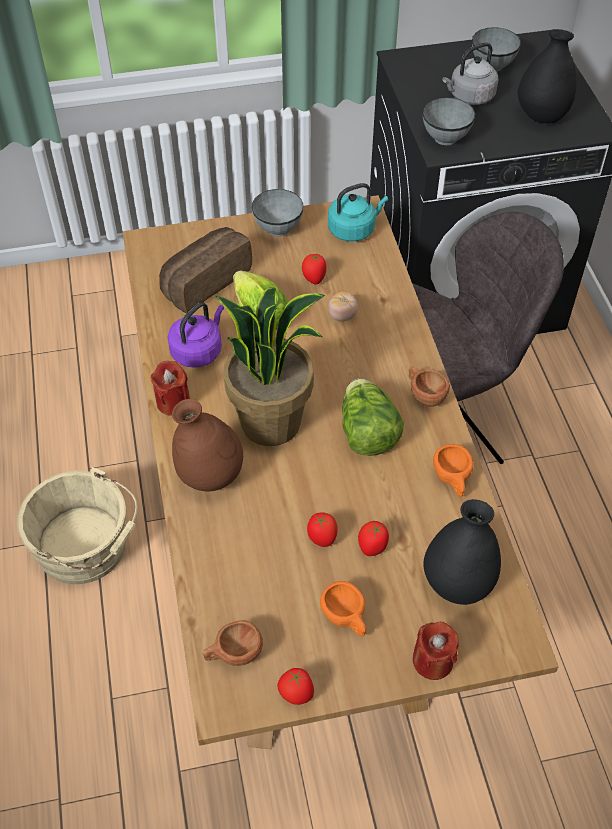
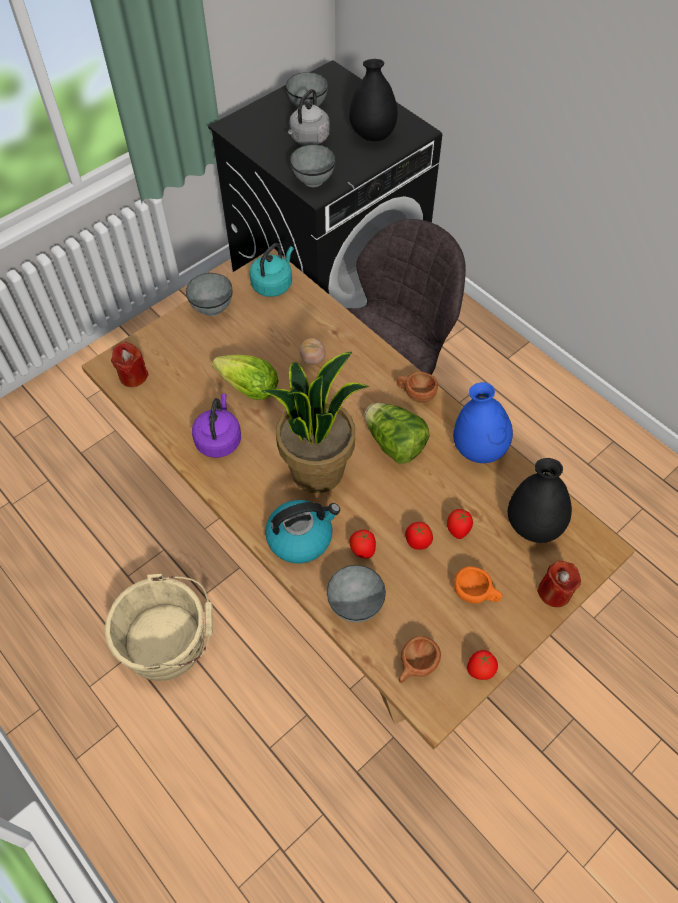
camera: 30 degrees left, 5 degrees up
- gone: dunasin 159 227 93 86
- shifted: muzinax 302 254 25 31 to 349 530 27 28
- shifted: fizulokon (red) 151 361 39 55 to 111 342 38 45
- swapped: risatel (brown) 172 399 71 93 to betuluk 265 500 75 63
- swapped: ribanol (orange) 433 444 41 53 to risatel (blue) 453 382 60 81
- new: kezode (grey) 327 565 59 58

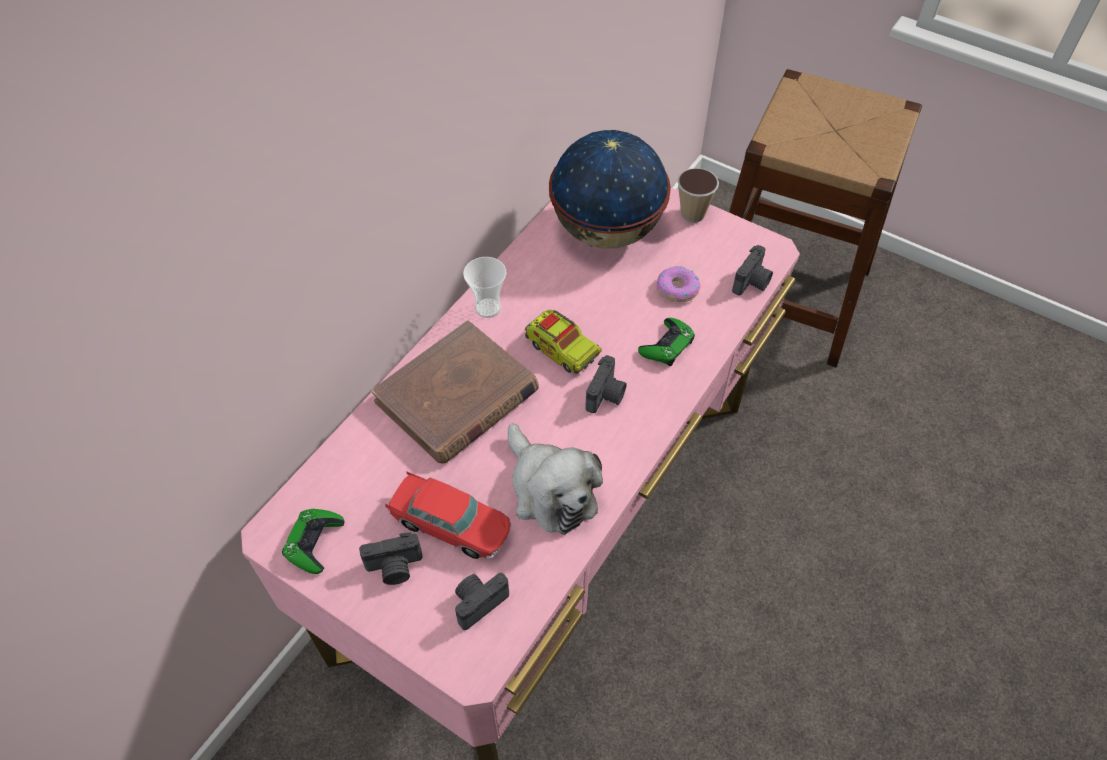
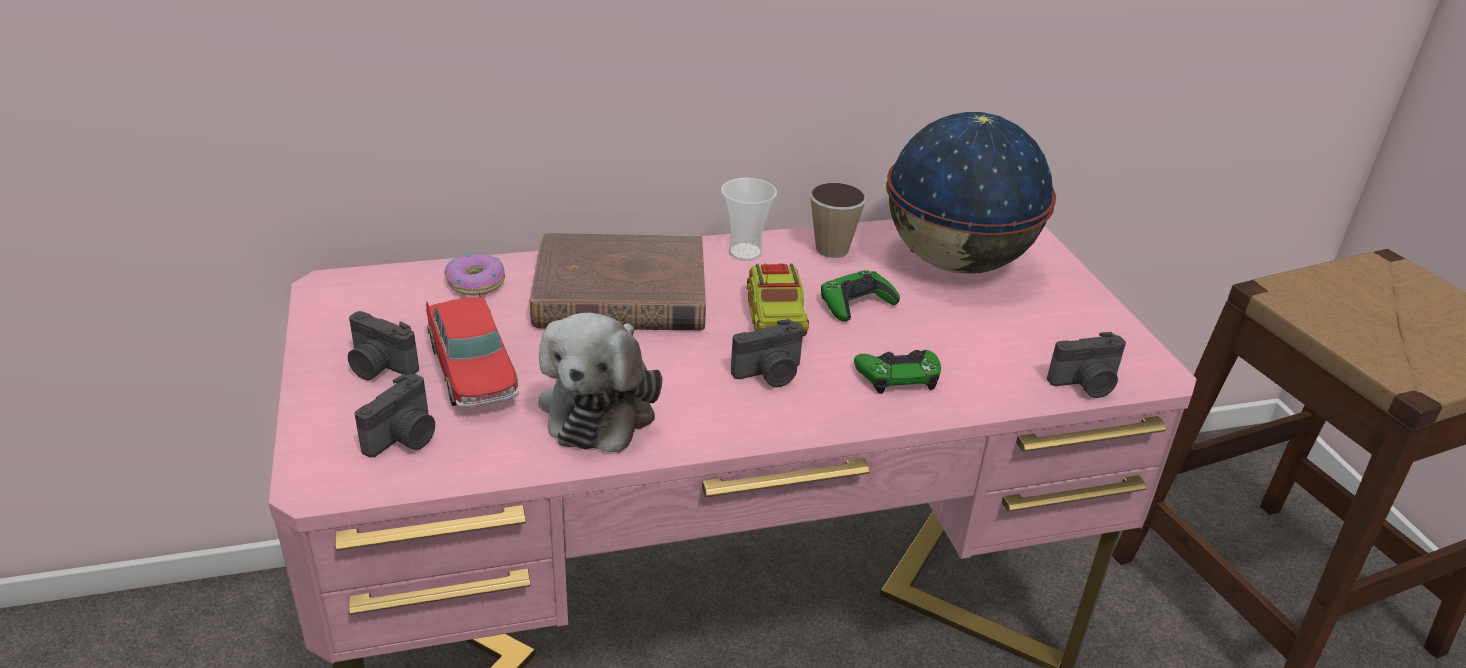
camera: 40 degrees right, 20 degrees down
- shifted: ribanol 677 168 42 55 to 810 183 57 75
- shifted: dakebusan 657 266 44 36 to 444 254 61 42
- shifted: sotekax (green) 282 509 63 65 to 821 270 79 52
- rotated: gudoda 455 573 54 57 = 355 374 80 84 120 degrees clockwise

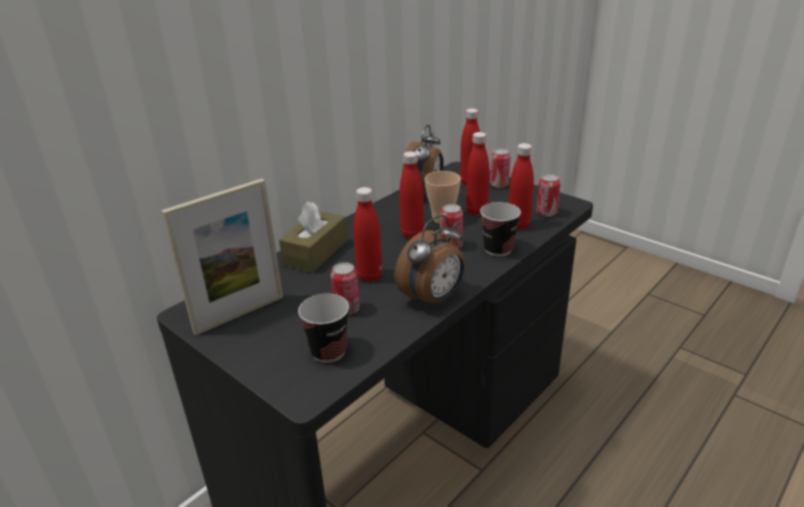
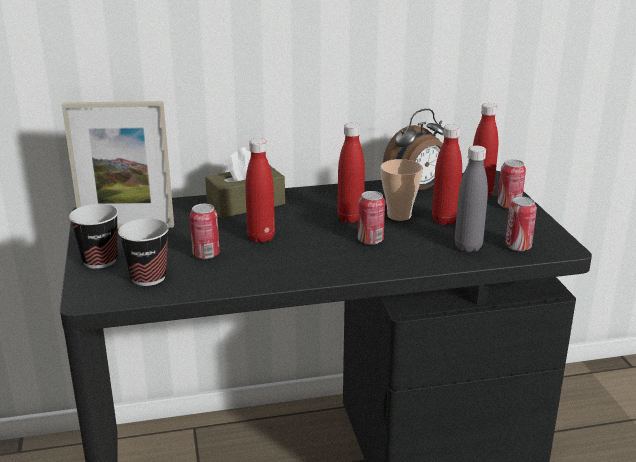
camera: 35 degrees right, 5 degrees down
- repainted: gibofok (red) 509 143 25 87 to gibofok (grey) 455 146 33 106
- shifted: ribanol 480 202 41 54 to 69 204 49 65
- gone: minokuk 395 215 70 93

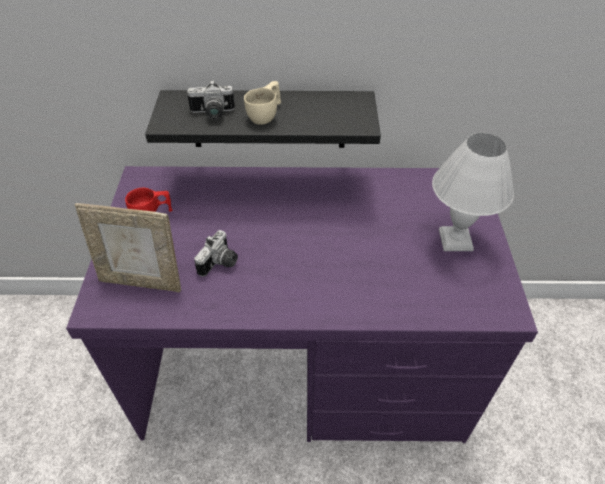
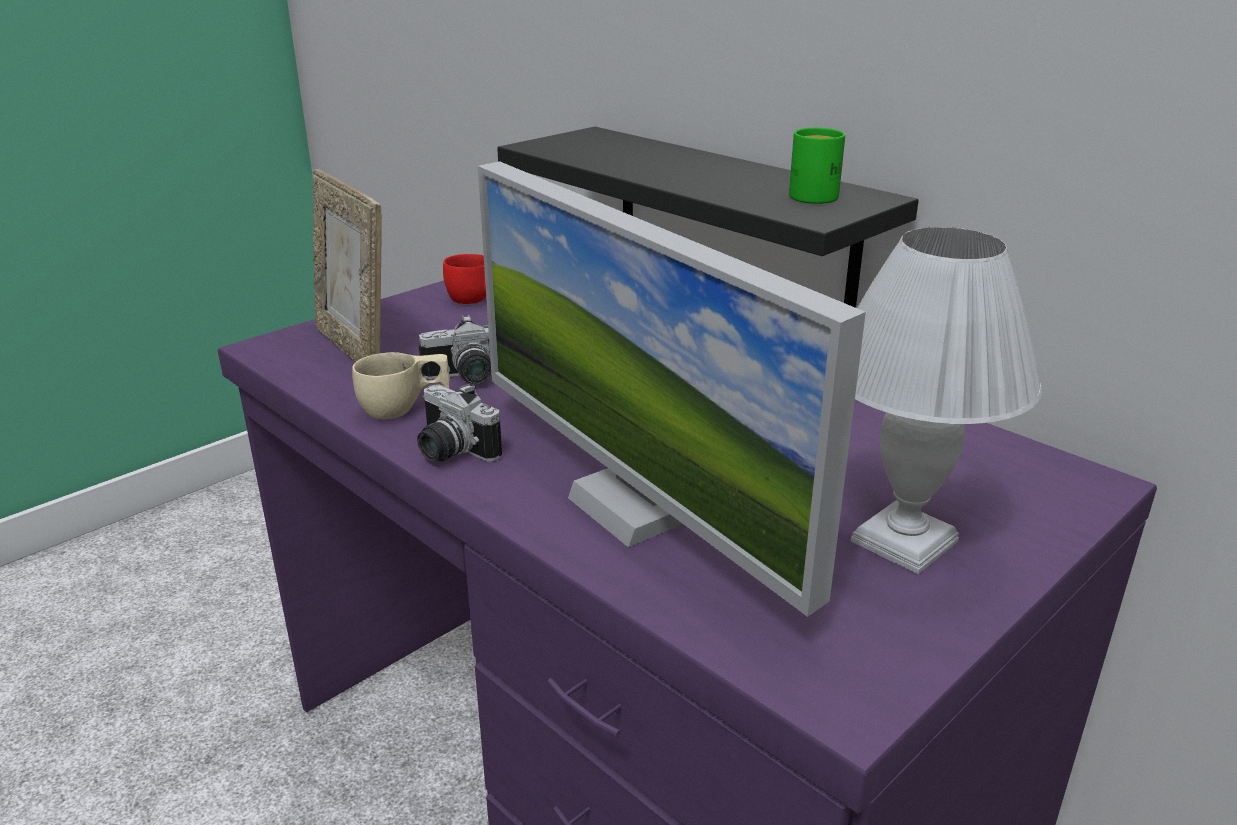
camera: 45 degrees right, 20 degrees down
- shifted: gudoda 187 80 48 40 to 417 384 85 78
- shifted: ribanol (beige) 244 81 37 44 to 352 352 98 67
- new: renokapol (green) 789 128 56 76
- new: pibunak 478 161 388 456

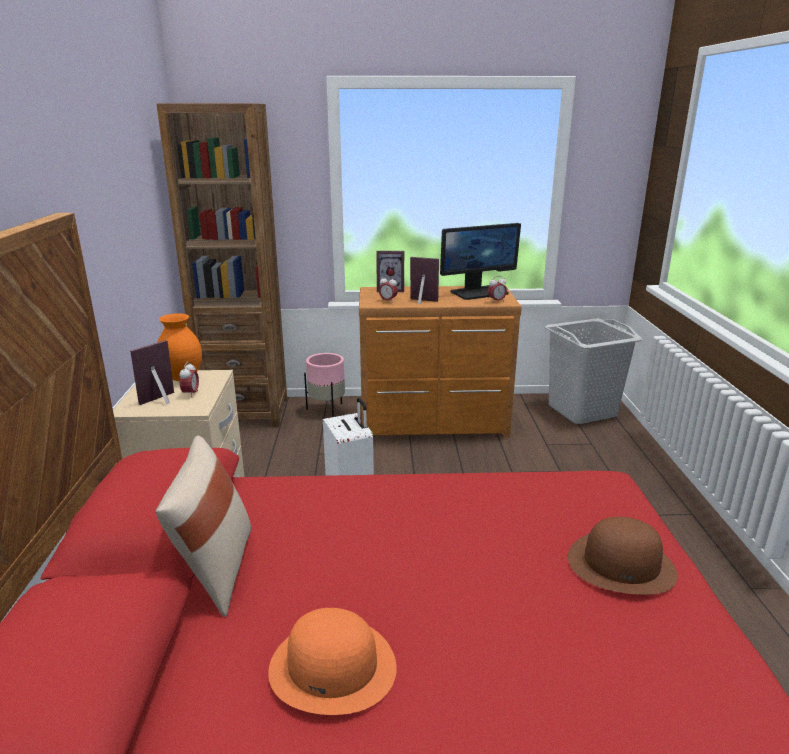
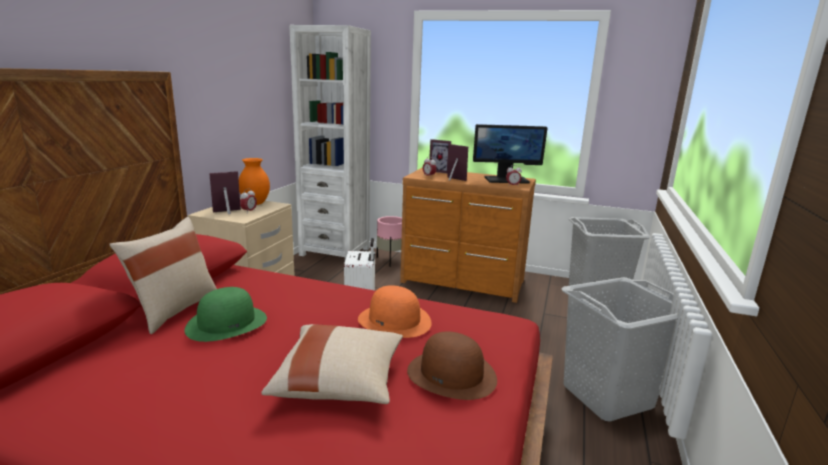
camera: 20 degrees right, 5 degrees down
- repainted: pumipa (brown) 156 103 131 324 to pumipa (white) 289 25 82 235
- shifted: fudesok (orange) 268 608 129 107 to 358 285 74 53
- new: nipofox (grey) 561 277 117 145
- new: fudesok (green) 184 287 83 55
- new: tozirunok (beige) 261 324 142 80

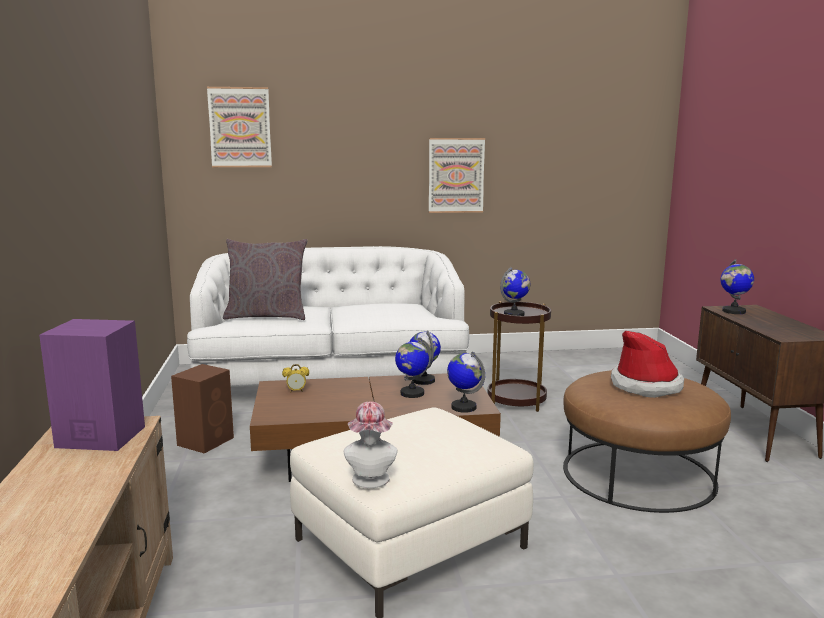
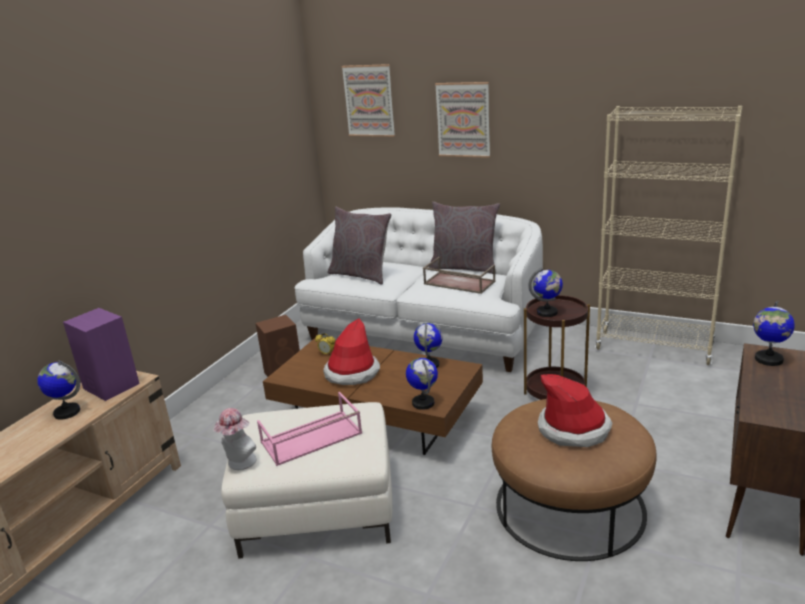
camera: 35 degrees right, 10 degrees up
- shifted: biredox 429 138 56 75 to 435 82 55 76
- shifted: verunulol 395 337 36 61 to 37 360 43 60
- new: pumipa (beige) 595 106 148 259
- new: tozirunok (grey) 429 202 71 72
- new: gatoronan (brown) 423 257 73 37
- new: fudesok 323 318 57 67
- new: gatoronan (pink) 257 392 105 74

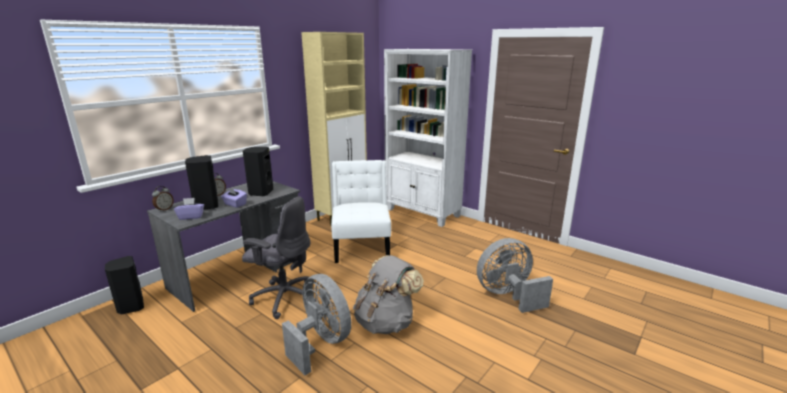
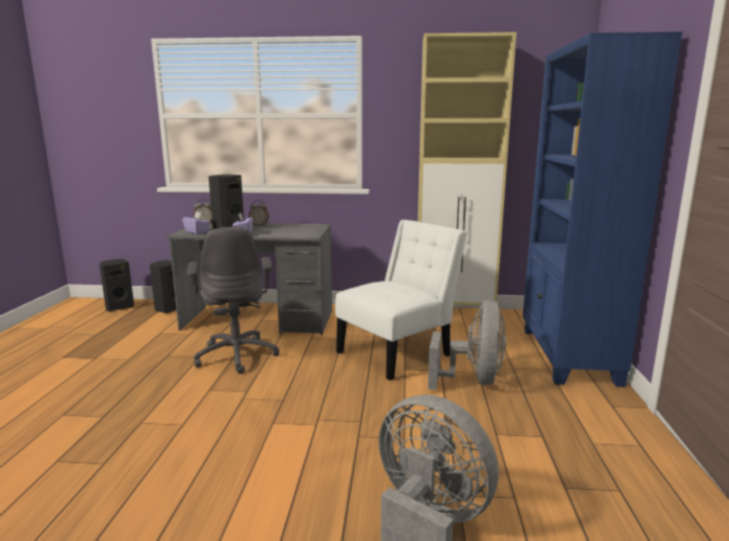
camera: 55 degrees right, 5 degrees down
- repainted: pumipa (white) 384 49 88 178 to pumipa (blue) 523 32 160 355
- shifted: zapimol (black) 243 147 30 49 to 100 259 34 52
- gone: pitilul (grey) 353 255 71 79
- shifted: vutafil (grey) 282 274 69 101 to 428 300 78 90

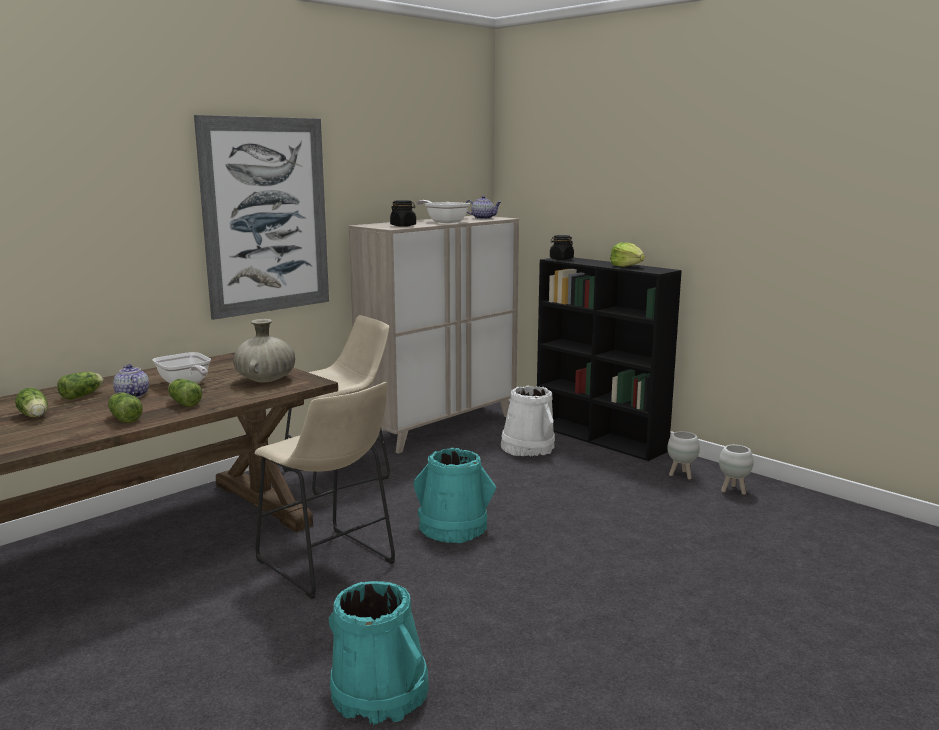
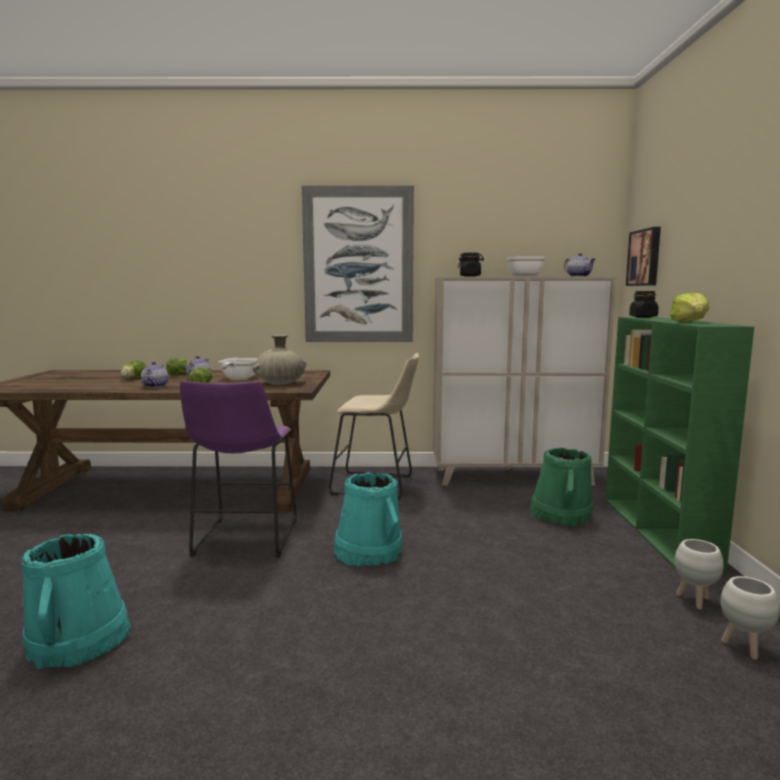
camera: 45 degrees right, 5 degrees down
- repainted: pumipa (black) 537 258 145 203 to pumipa (green) 605 317 149 254
- repainted: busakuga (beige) 254 382 141 217 to busakuga (purple) 180 381 117 176
- repainted: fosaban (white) 501 386 54 70 to fosaban (green) 530 448 63 78
- swapped: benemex 108 393 35 30 to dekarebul 141 362 27 26
- new: biredox 626 227 35 59

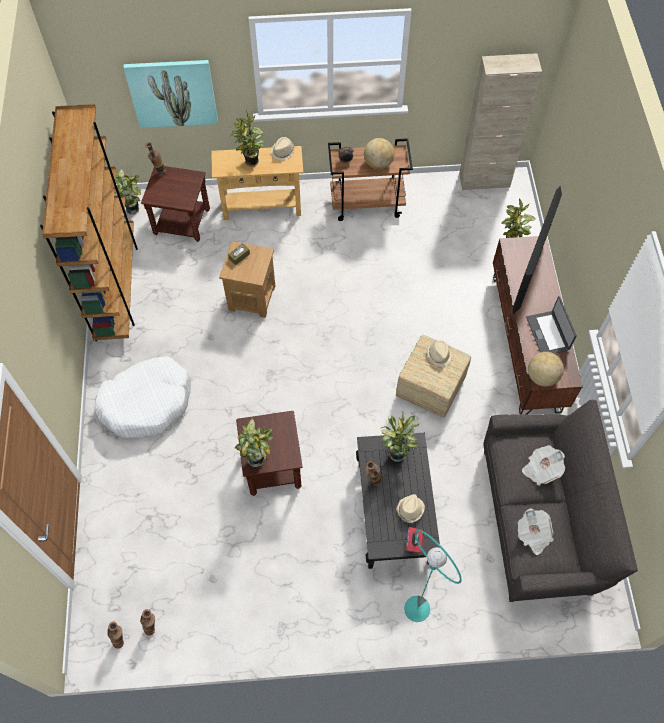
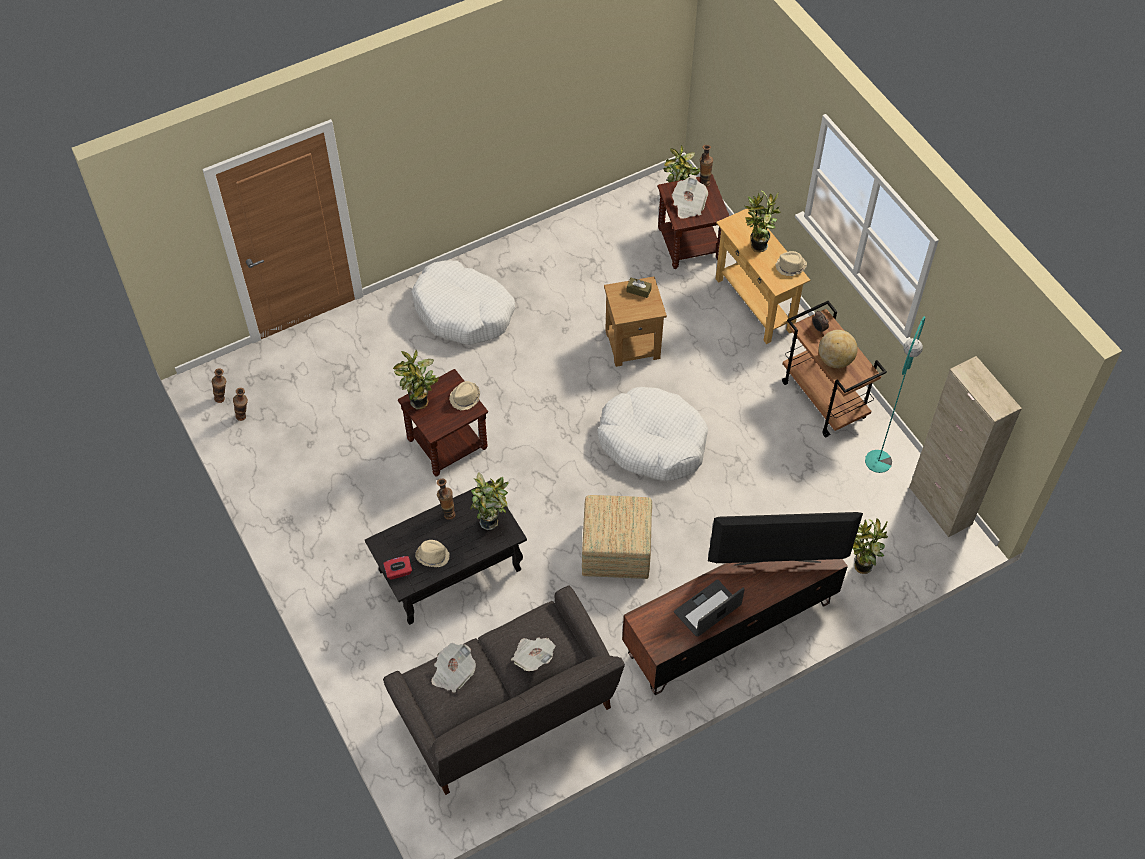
camera: 65 degrees right, 5 degrees down
- gone: biredox 123 60 95 68
- gone: pumipa (brown) 40 104 98 237
- shifted: fudesok (beige) 427 340 25 27 to 449 381 31 29
- gone: verunulol 528 352 36 35
- shifted: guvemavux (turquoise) 404 530 58 92 to 865 316 60 157
- new: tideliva 672 177 36 42
- new: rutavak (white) 597 387 111 94

